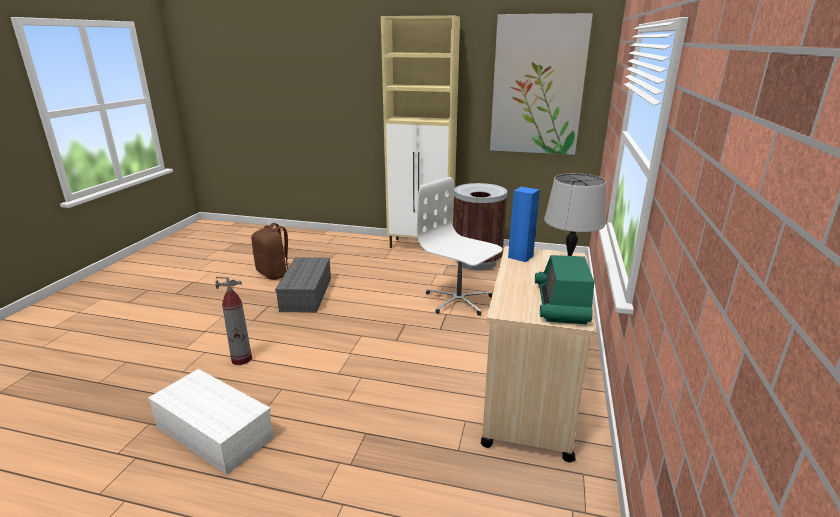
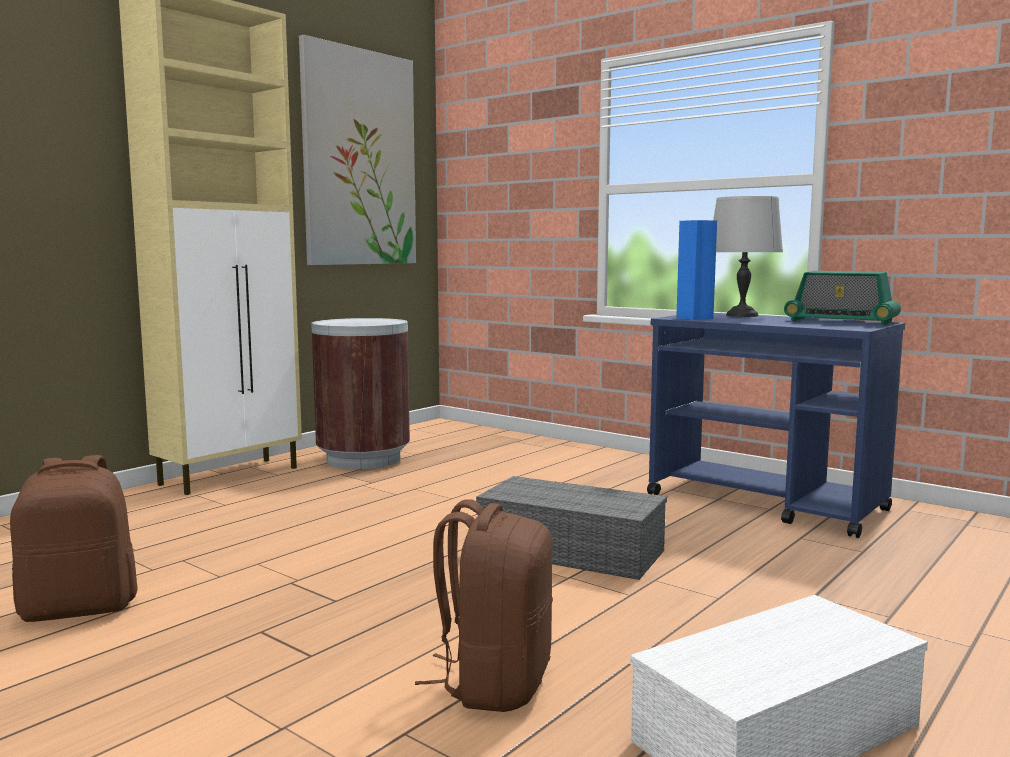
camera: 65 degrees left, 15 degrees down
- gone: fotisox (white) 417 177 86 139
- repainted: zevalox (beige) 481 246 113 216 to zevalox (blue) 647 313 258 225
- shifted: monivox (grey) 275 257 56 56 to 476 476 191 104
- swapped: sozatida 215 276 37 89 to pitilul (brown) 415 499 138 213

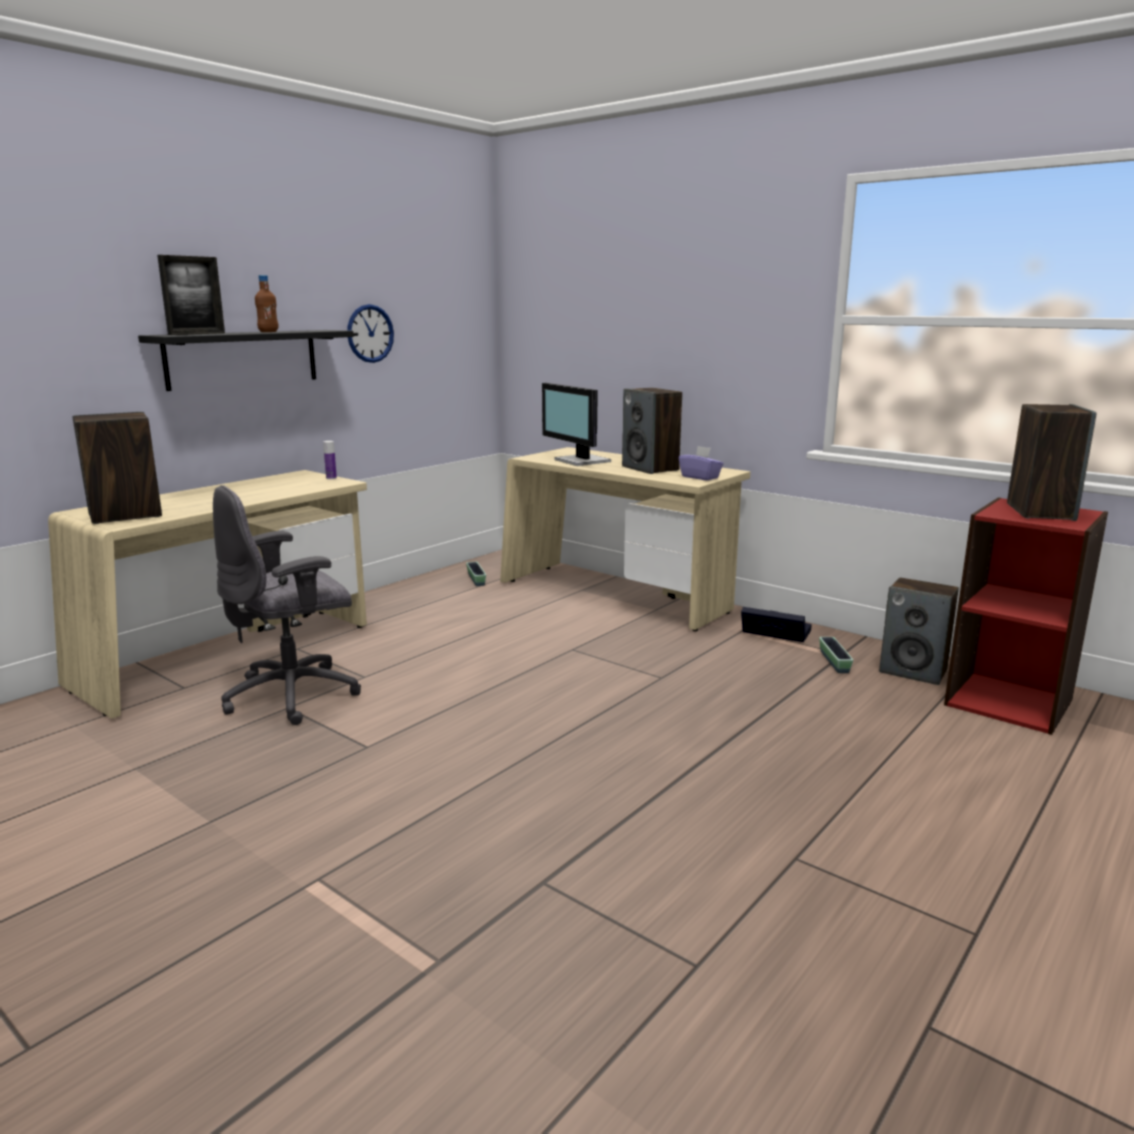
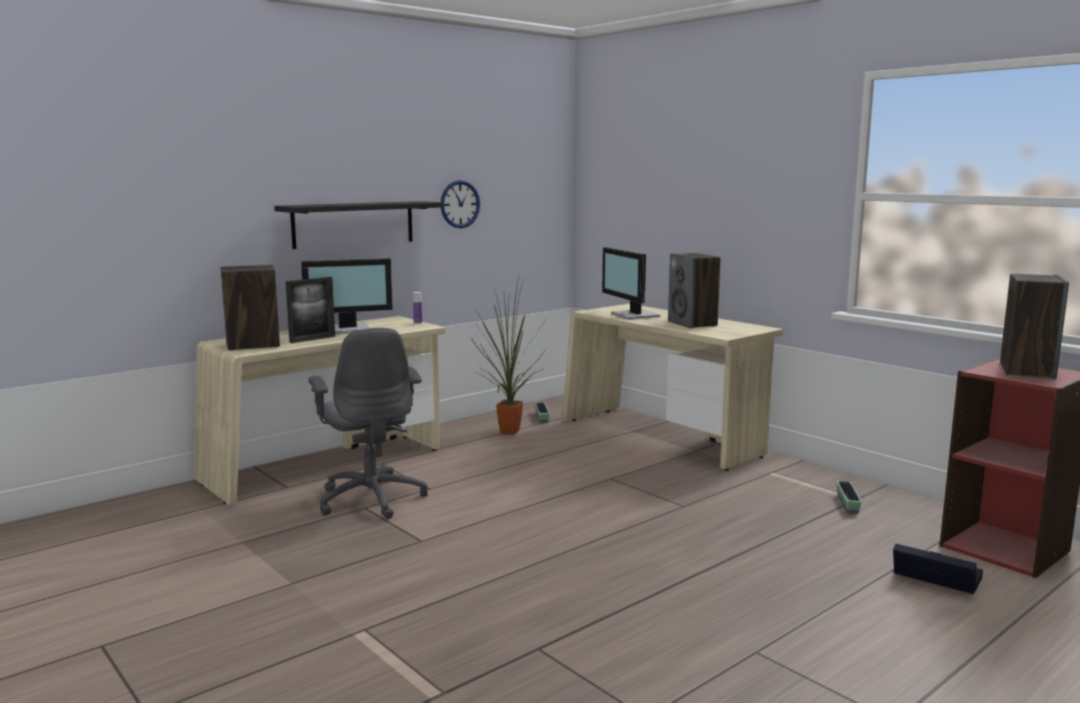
camera: 10 degrees right, 5 degrees down
- shifted: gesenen 157 255 68 80 to 286 277 49 66
- gone: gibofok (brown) 255 275 24 57
- gone: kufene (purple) 679 446 44 34
- rotated: fotisox (grey) 213 485 148 240 = 308 328 120 191 90 degrees counterclockwise
- gone: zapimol 879 578 80 107
- shifted: monivox (black) 741 607 71 35 to 893 544 90 50
- new: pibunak 301 258 92 76
- new: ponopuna 471 277 75 158

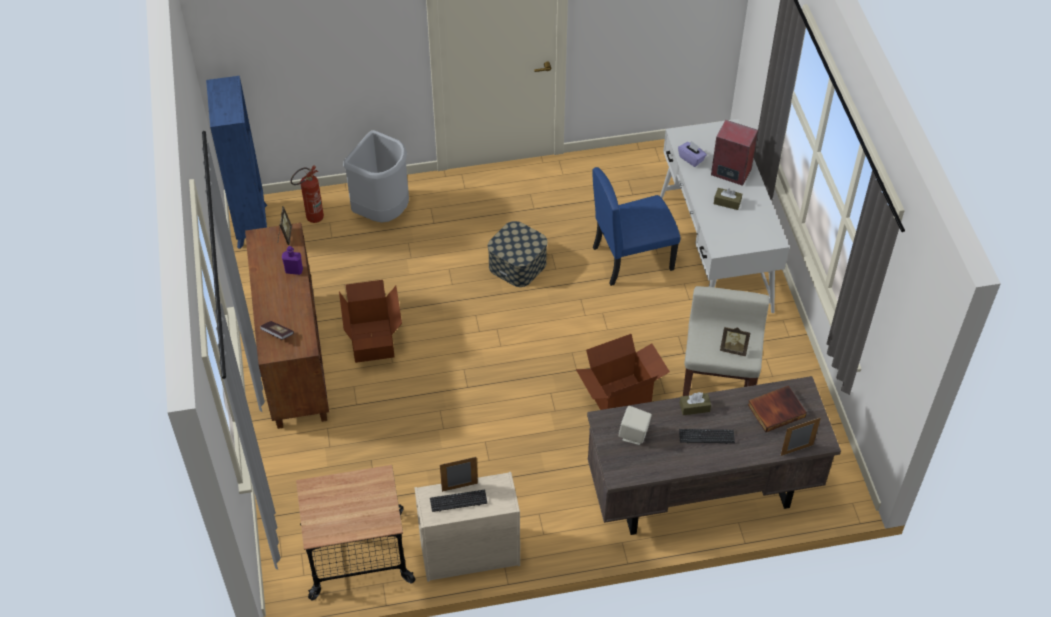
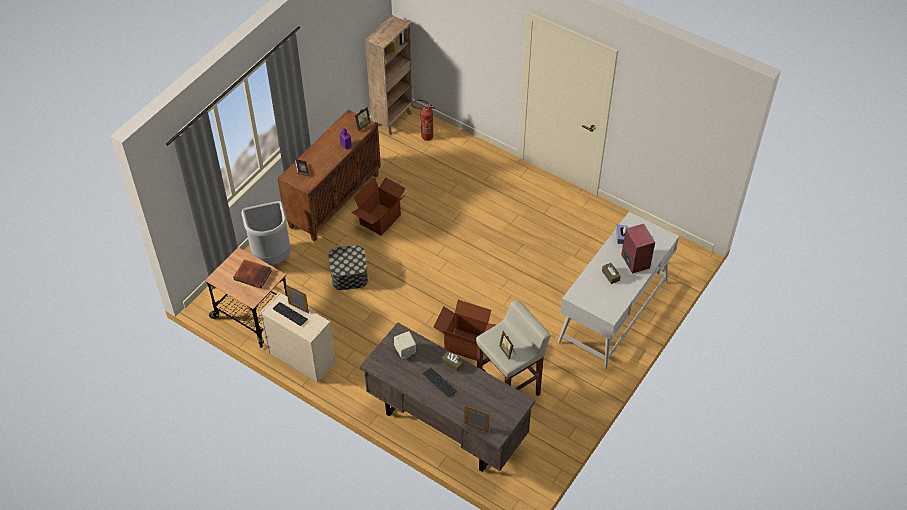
camera: 45 degrees right, 0 degrees up
- repainted: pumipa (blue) 206 76 61 173 to pumipa (brown) 365 15 48 120
- shifted: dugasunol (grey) 343 130 66 93 to 241 201 49 64
- gone: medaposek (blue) 593 167 88 119
- shifted: monivox 488 221 59 66 to 329 245 39 45
- shifted: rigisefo 748 386 59 46 to 233 259 39 30

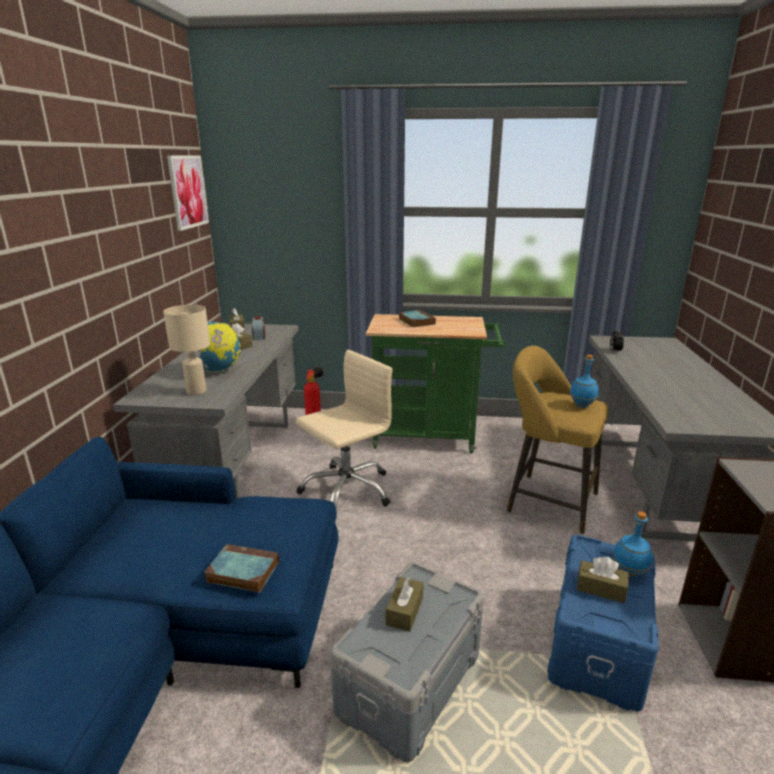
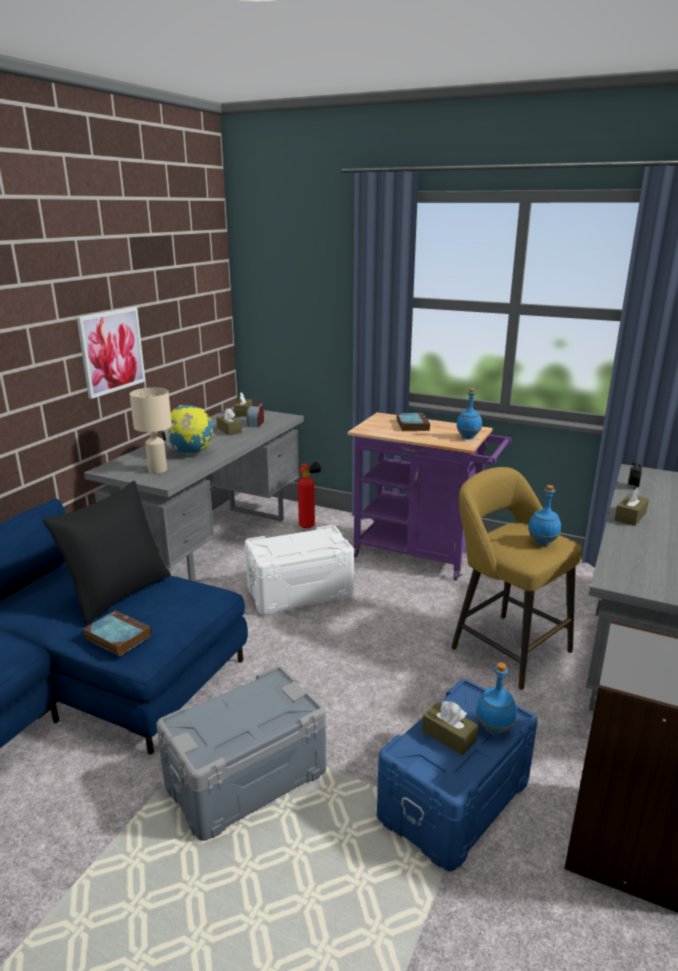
camera: 20 degrees right, 0 degrees up
- shifted: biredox 167 155 42 76 to 77 307 68 92
- repainted: zevalox (green) 366 314 139 139 to zevalox (purple) 347 412 164 169
- swapped: fotisox (beige) 296 350 97 157 to monivox (white) 245 525 109 90
- shifted: kufene (brown) 386 576 38 56 to 615 488 34 38
- new: gibofok (blue) 456 388 26 51
- new: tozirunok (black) 43 481 128 144

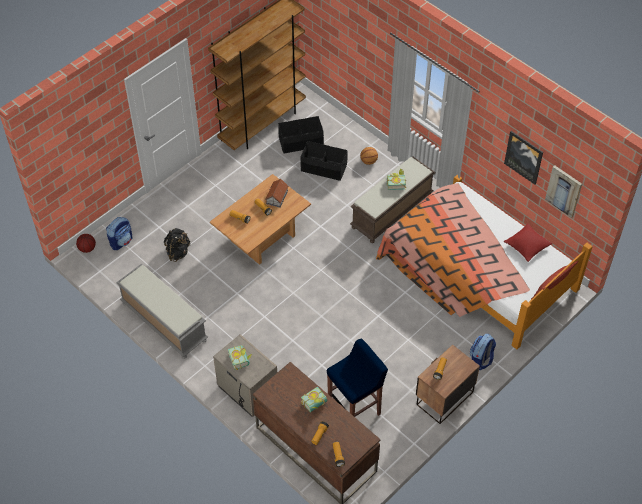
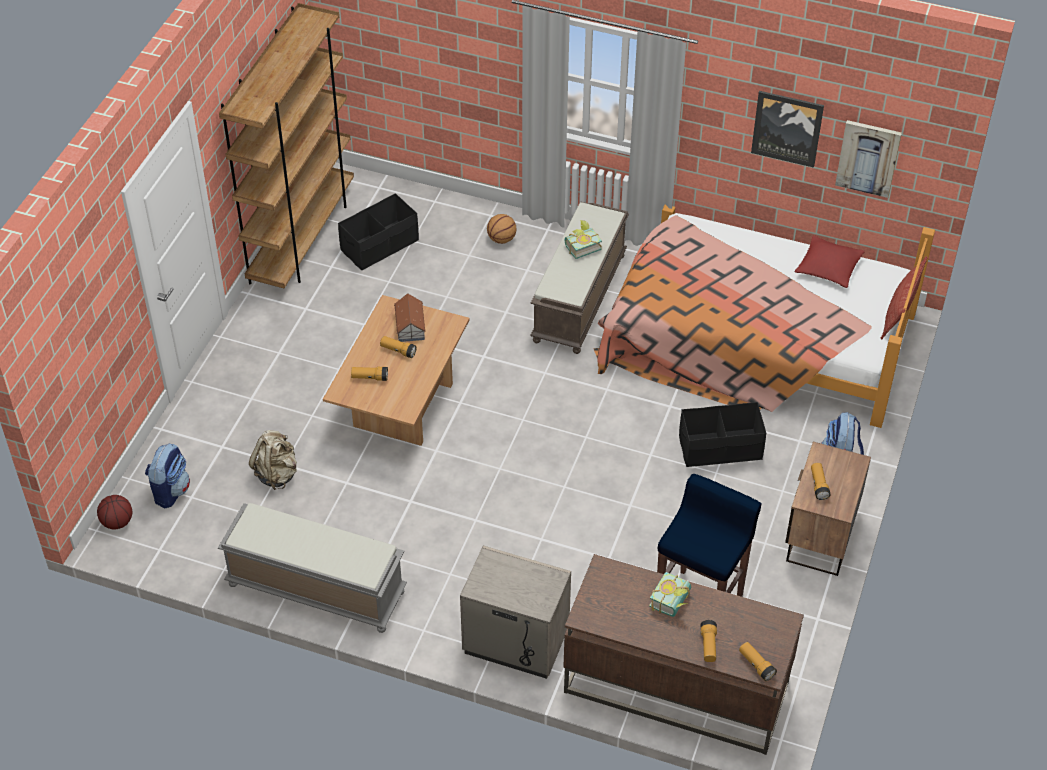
camera: 25 degrees left, 5 degrees down
- shifted: monivox (black) 301 141 46 40 to 679 402 87 65
- repainted: pitilul (black) 164 228 27 34 to pitilul (beige) 249 430 48 60
- gone: rigisefo 228 345 24 25

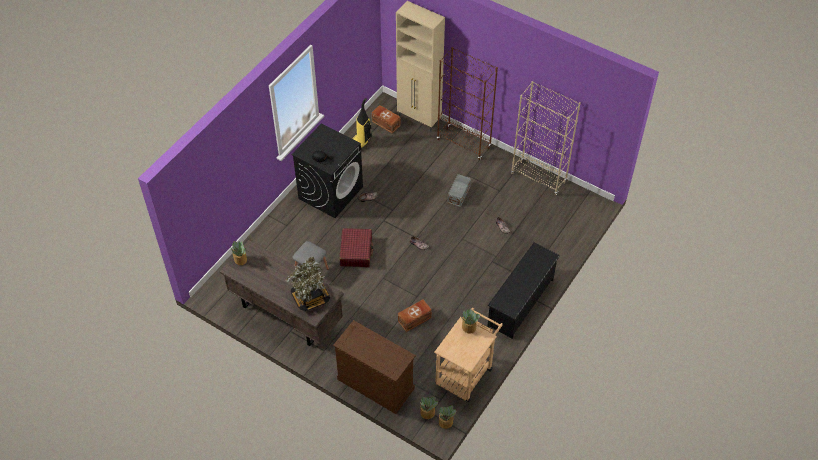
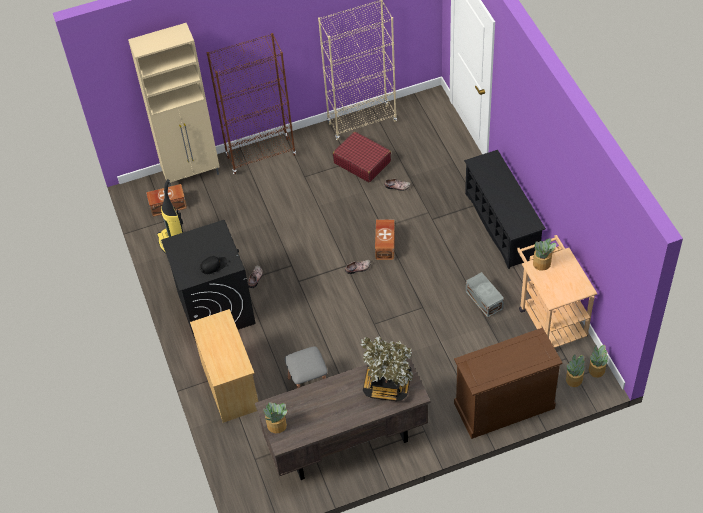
camera: 50 degrees left, 0 degrees up
- shifted: monivox (grey) 448 174 23 33 to 466 272 38 46
- shifted: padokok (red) 340 228 33 39 to 333 132 58 50
- shifted: monivox (brown) 398 299 34 33 to 375 219 20 41
- new: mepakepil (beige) 190 309 68 114

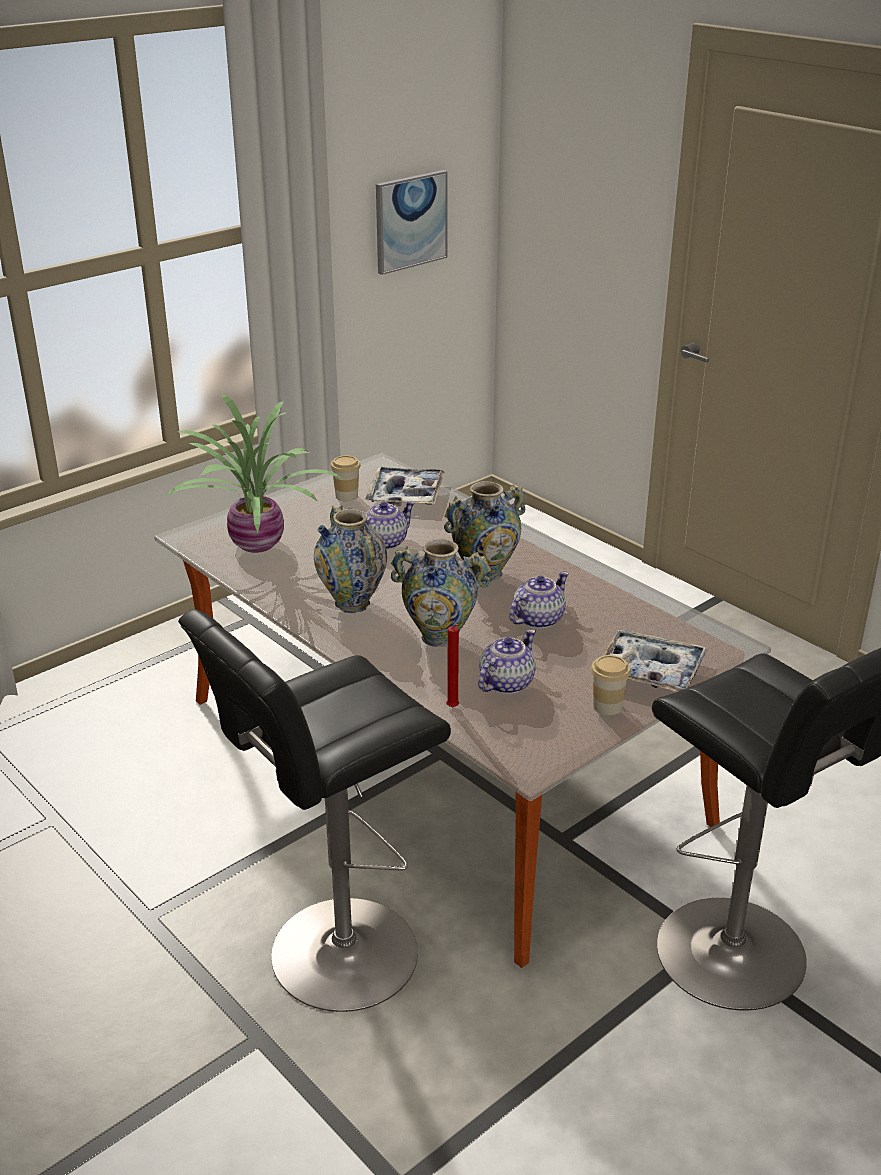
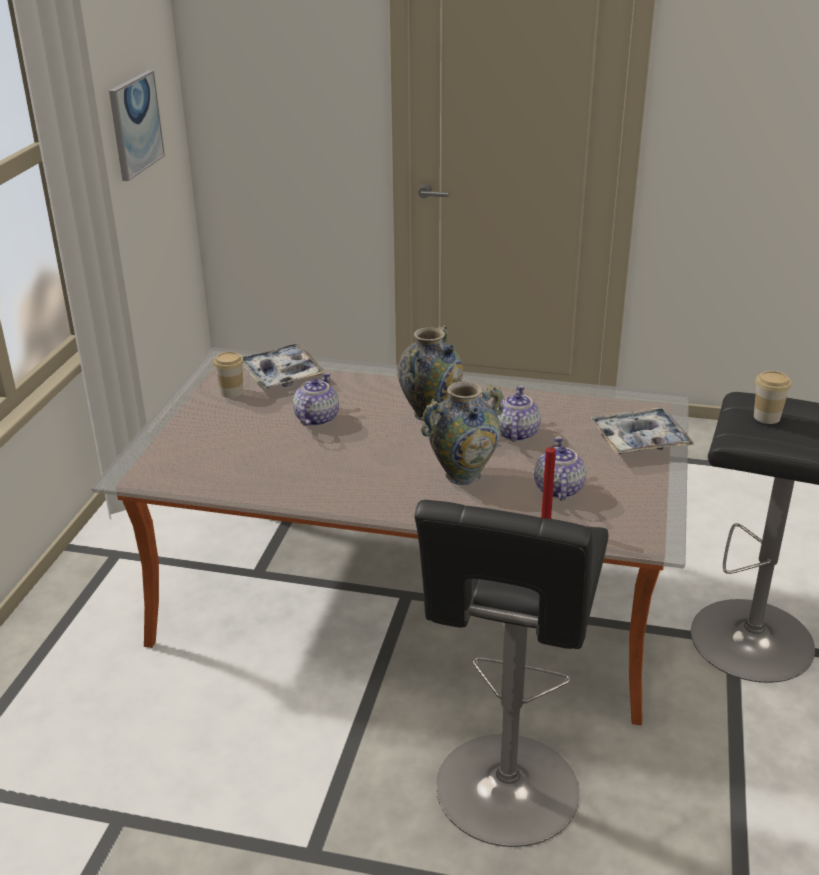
camera: 35 degrees left, 0 degrees up
- gone: ponopuna 163 395 180 158
- gone: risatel 314 505 73 108
- shifted: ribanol 591 655 40 60 to 754 371 38 53

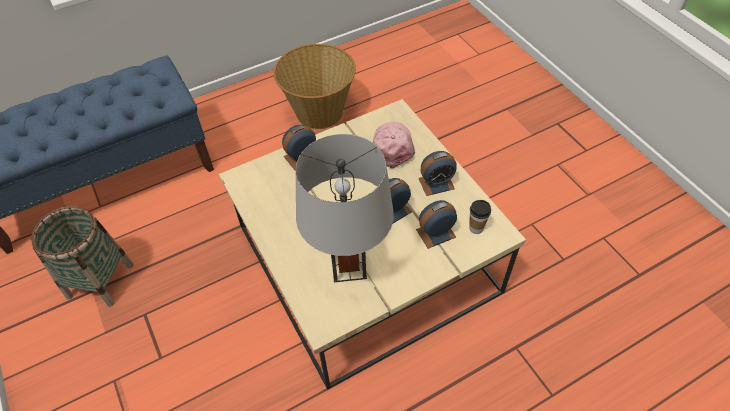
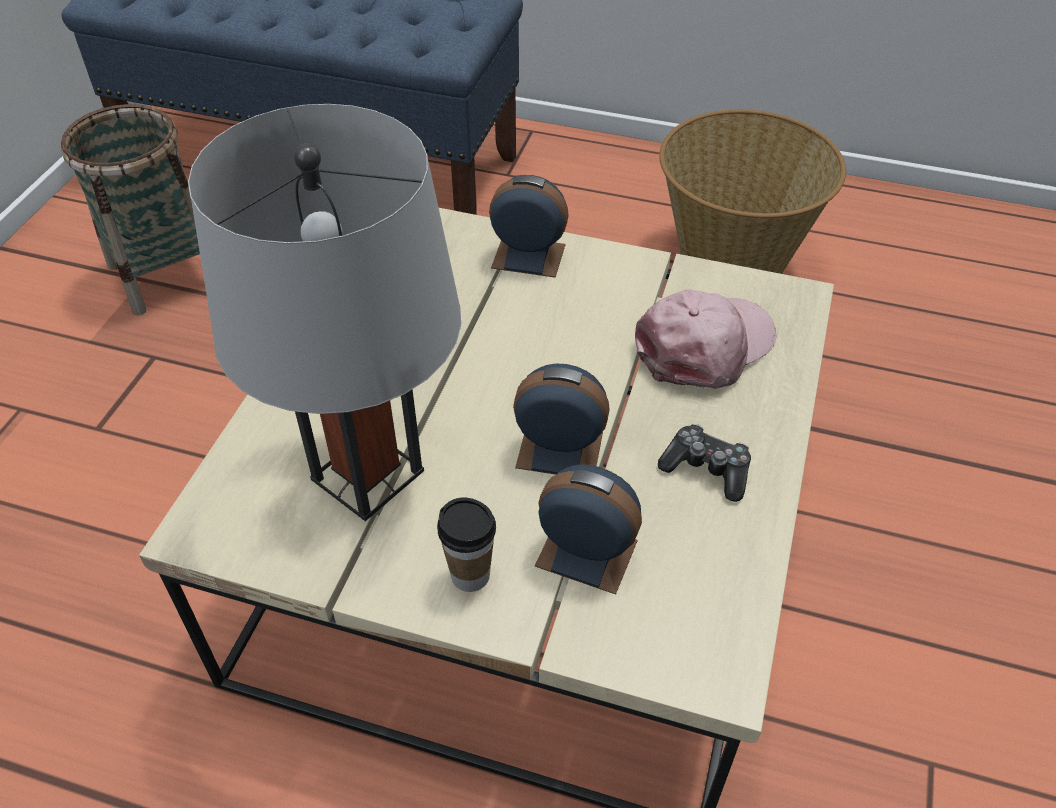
camera: 45 degrees right, 5 degrees down
- swapped: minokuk 418 151 38 45 to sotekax 658 424 93 78
- shifted: ribanol 469 200 22 34 to 437 498 59 94

